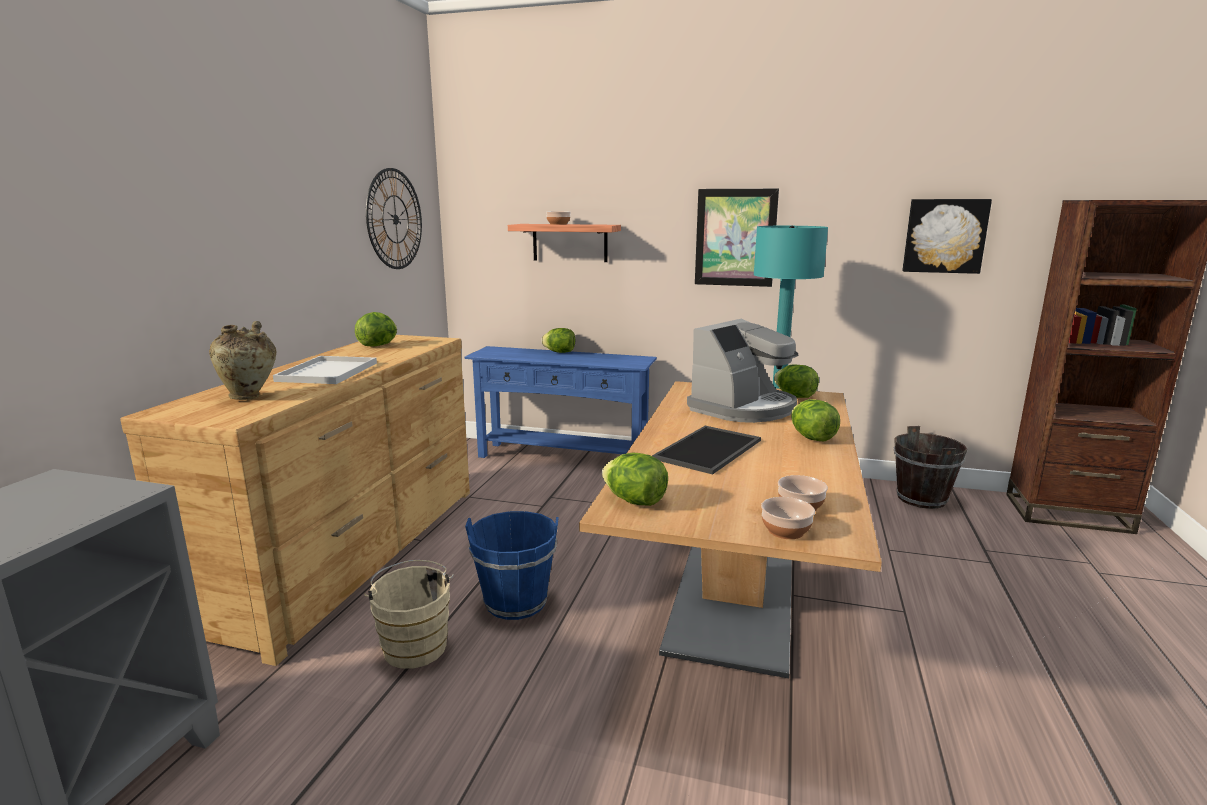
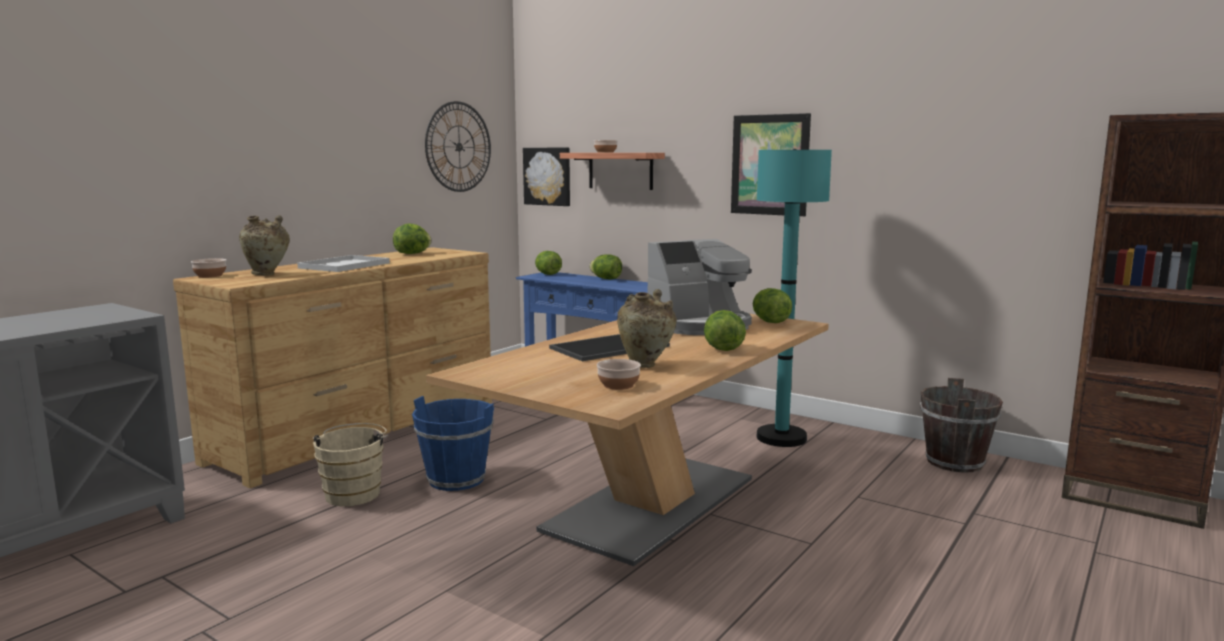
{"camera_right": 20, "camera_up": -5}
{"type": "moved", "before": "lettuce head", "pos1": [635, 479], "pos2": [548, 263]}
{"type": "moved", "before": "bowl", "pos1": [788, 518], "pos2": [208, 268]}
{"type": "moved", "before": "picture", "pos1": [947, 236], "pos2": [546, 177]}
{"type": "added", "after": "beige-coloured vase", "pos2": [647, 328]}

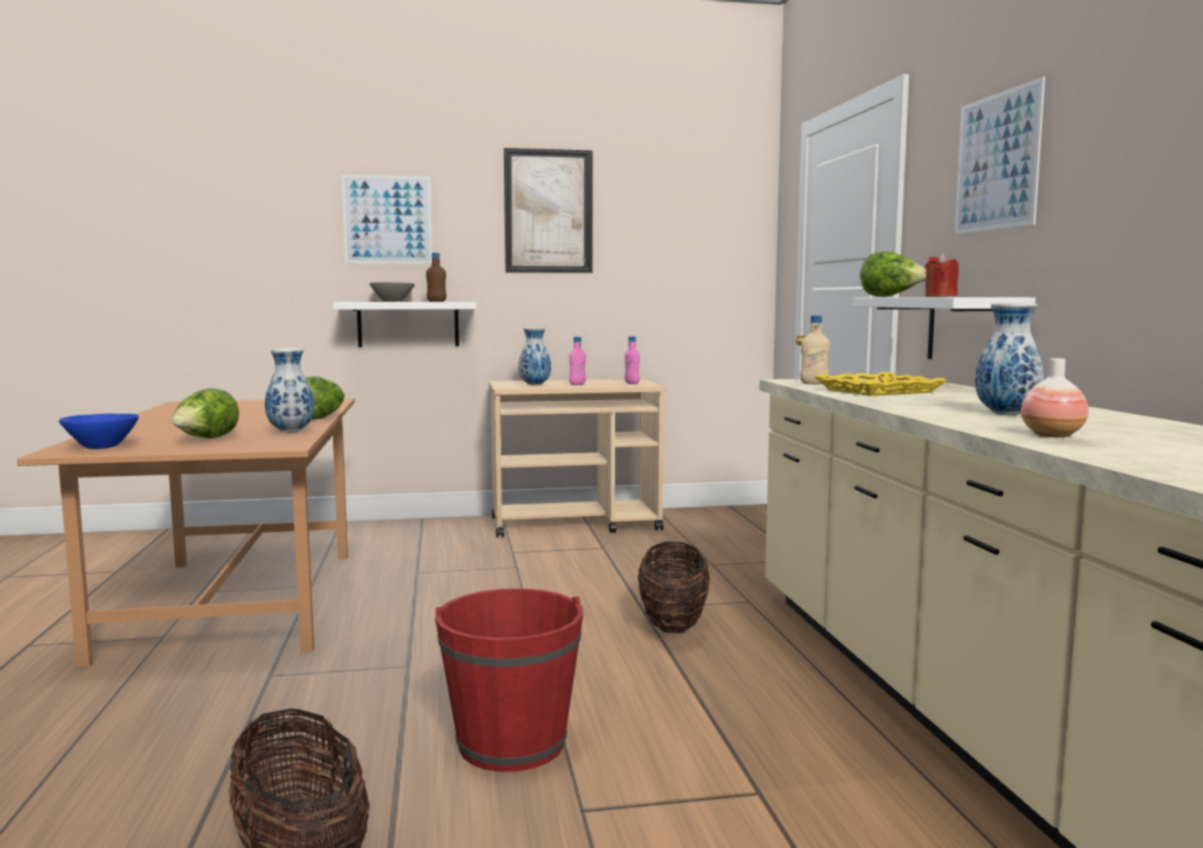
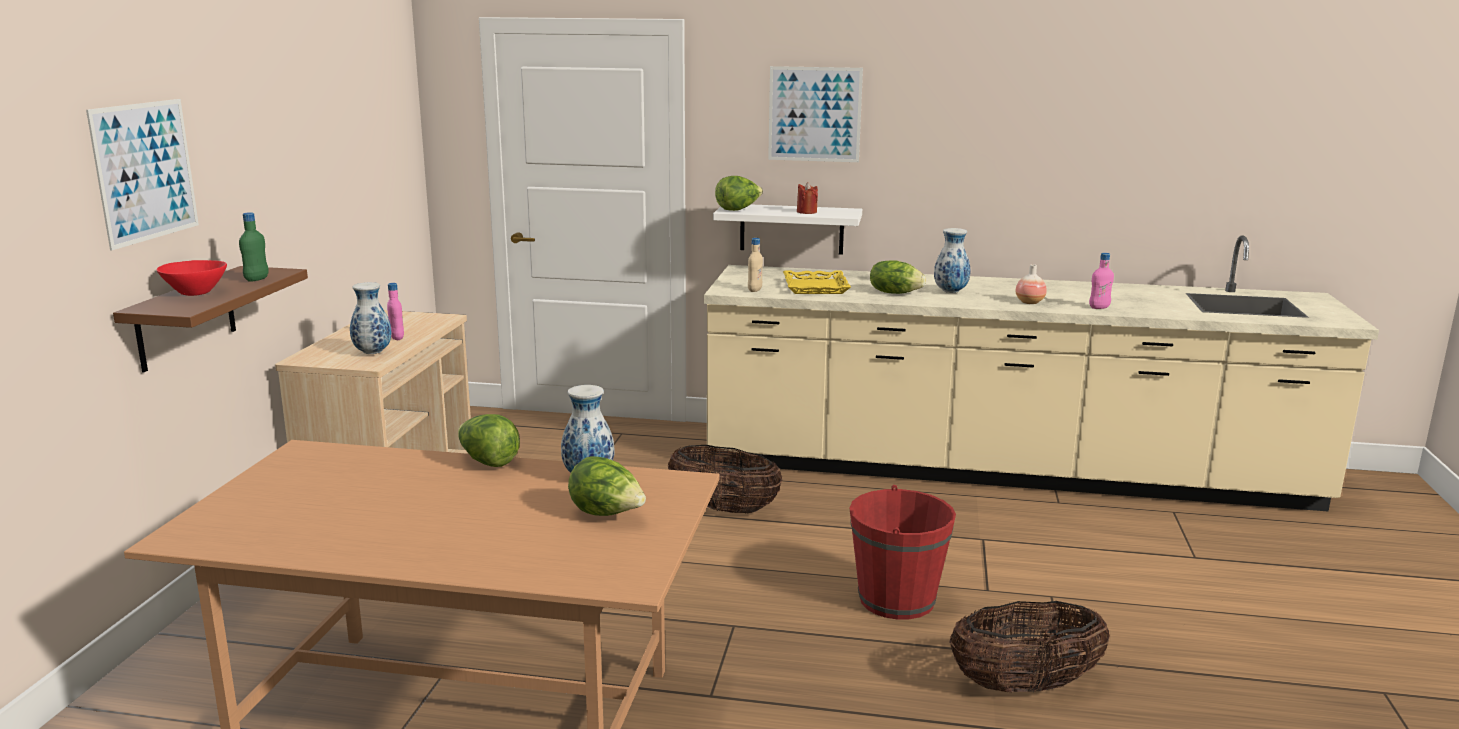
{"camera_right": -70, "camera_up": 10}
{"type": "removed", "before": "blue bowl", "pos1": [99, 431]}
{"type": "recoloured", "before": "whitish bracket shelf", "after": "brownish bracket shelf", "pos1": [405, 324], "pos2": [210, 319]}
{"type": "recoloured", "before": "grey bowl", "after": "reddish bowl", "pos1": [392, 292], "pos2": [192, 278]}
{"type": "recoloured", "before": "brownish drink bottle", "after": "green drink bottle", "pos1": [436, 277], "pos2": [254, 247]}
{"type": "removed", "before": "picture", "pos1": [548, 210]}
{"type": "moved", "before": "pinkish drink bottle", "pos1": [632, 360], "pos2": [1101, 281]}
{"type": "added", "after": "lettuce head", "pos2": [898, 277]}

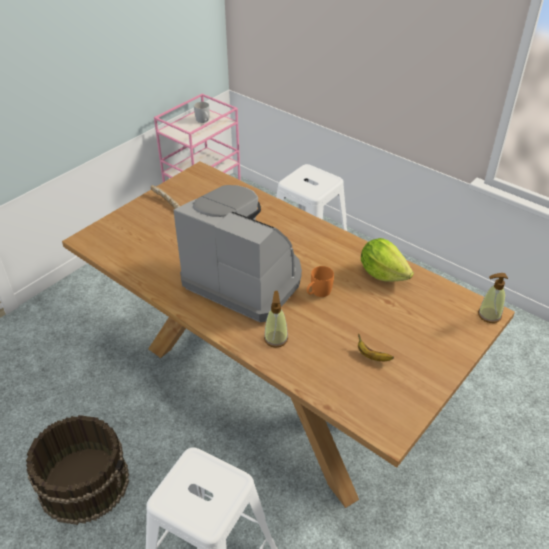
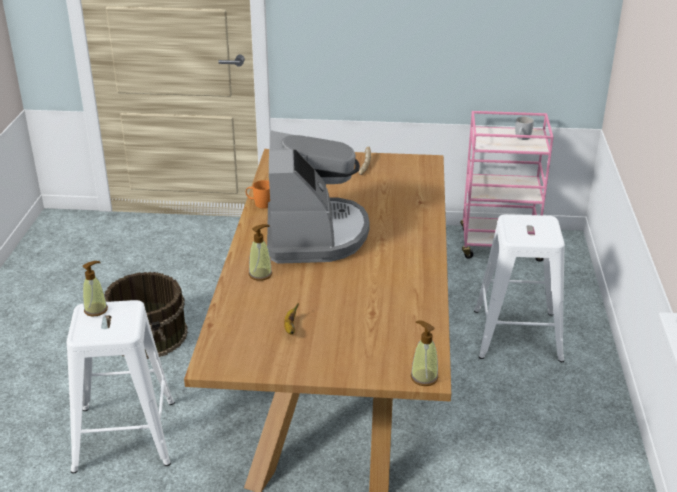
{"camera_right": 55, "camera_up": -10}
{"type": "moved", "before": "orangey coffee mug", "pos1": [320, 281], "pos2": [258, 194]}
{"type": "removed", "before": "lettuce head", "pos1": [387, 260]}
{"type": "added", "after": "soap bottle", "pos2": [95, 289]}

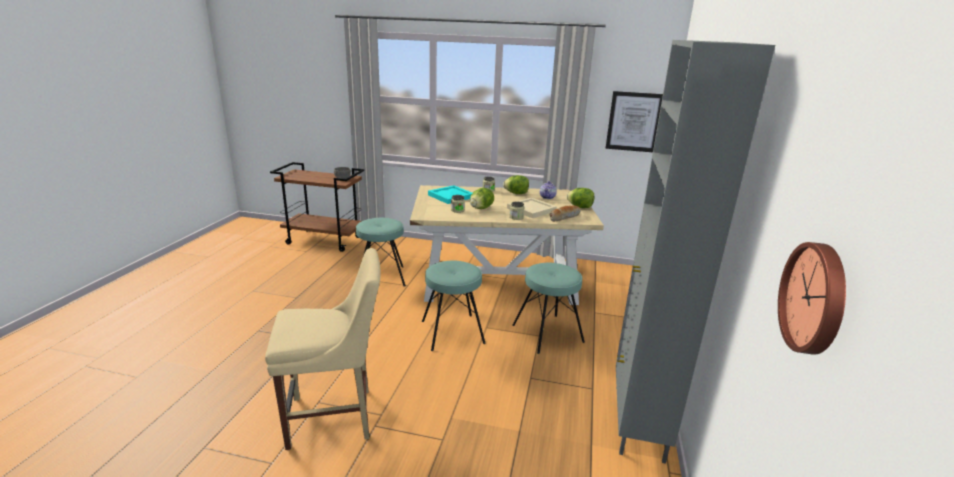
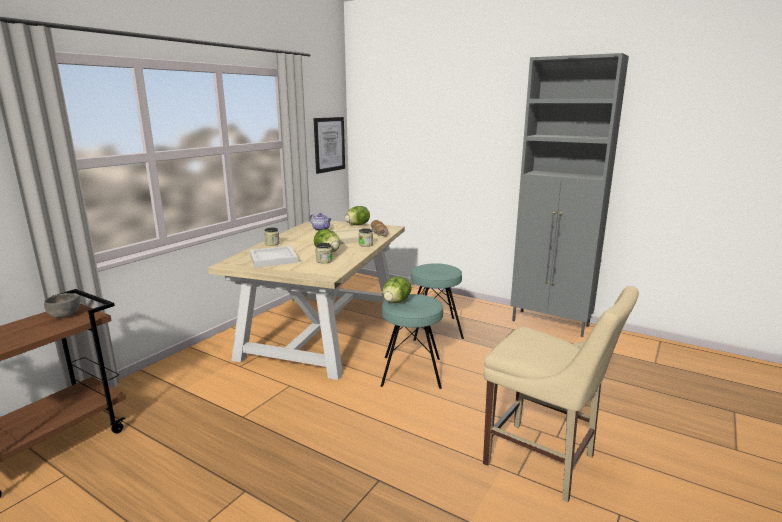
{"camera_right": -70, "camera_up": -5}
{"type": "turned", "before": "beige-coloured plain chair", "pos1": [322, 349], "pos2": [561, 394], "turn": 120}
{"type": "removed", "before": "turquoise stool", "pos1": [381, 252]}
{"type": "recoloured", "before": "turquoise tray", "after": "whitish tray", "pos1": [450, 194], "pos2": [274, 256]}
{"type": "moved", "before": "lettuce head", "pos1": [516, 184], "pos2": [397, 289]}
{"type": "removed", "before": "wall clock", "pos1": [812, 298]}

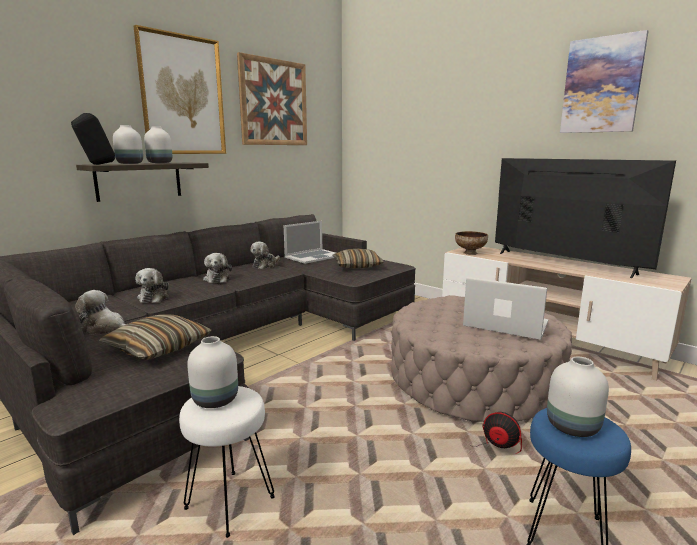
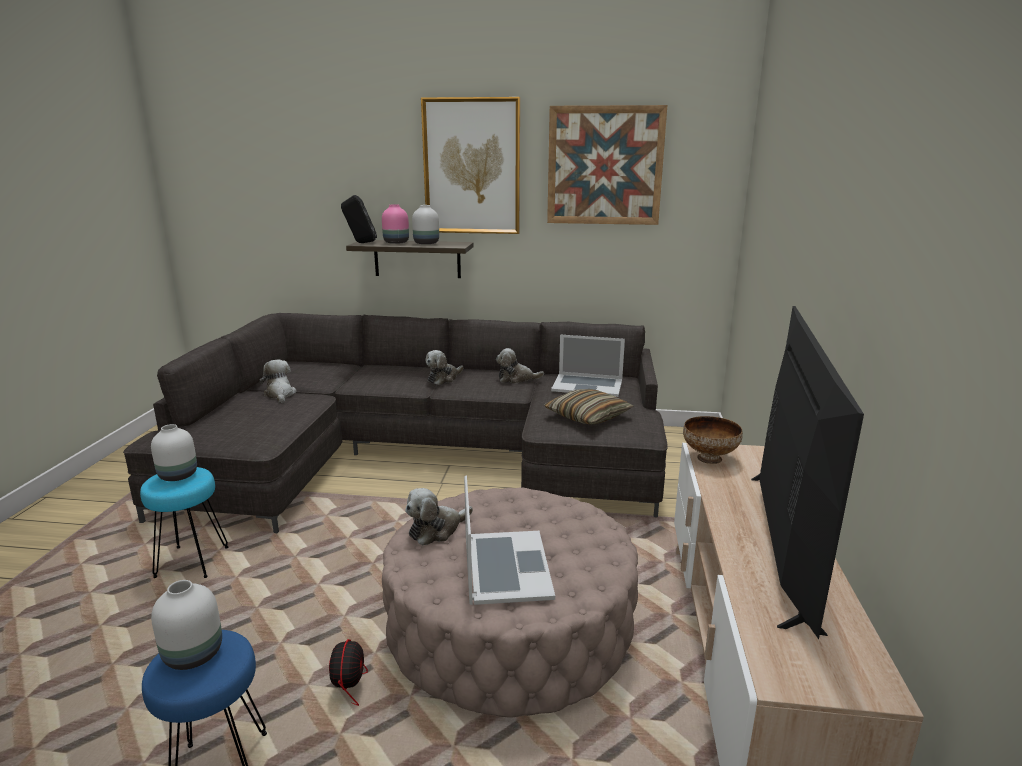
{"camera_right": 55, "camera_up": 5}
{"type": "removed", "before": "pillow", "pos1": [155, 337]}
{"type": "recoloured", "before": "whitish vase", "after": "pinkish vase", "pos1": [128, 144], "pos2": [395, 224]}
{"type": "moved", "before": "plush toy", "pos1": [152, 285], "pos2": [439, 517]}
{"type": "recoloured", "before": "whitish stool", "after": "turquoise stool", "pos1": [227, 462], "pos2": [184, 522]}
{"type": "removed", "before": "picture", "pos1": [604, 81]}

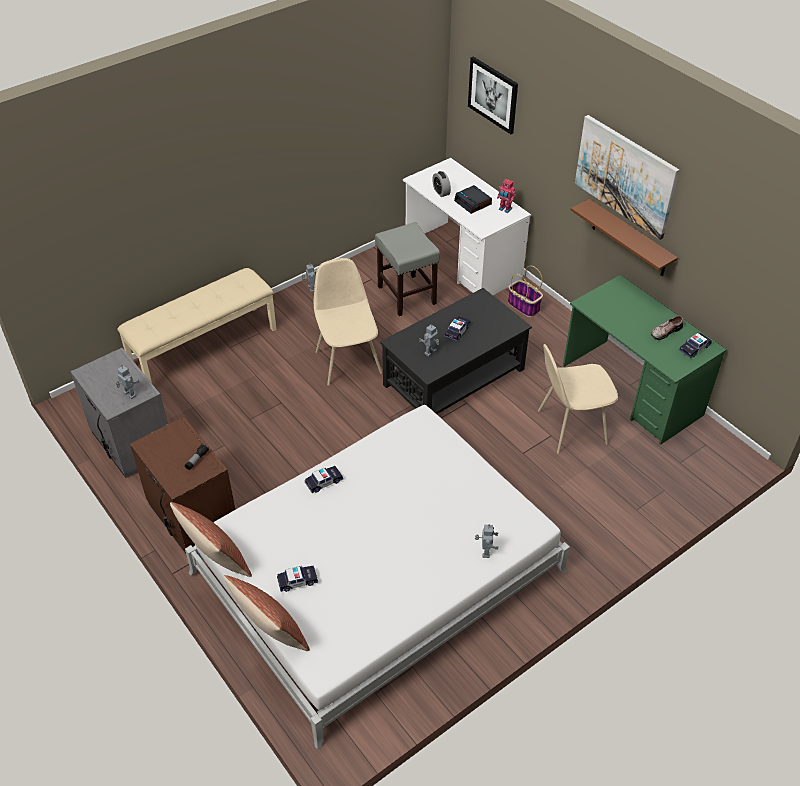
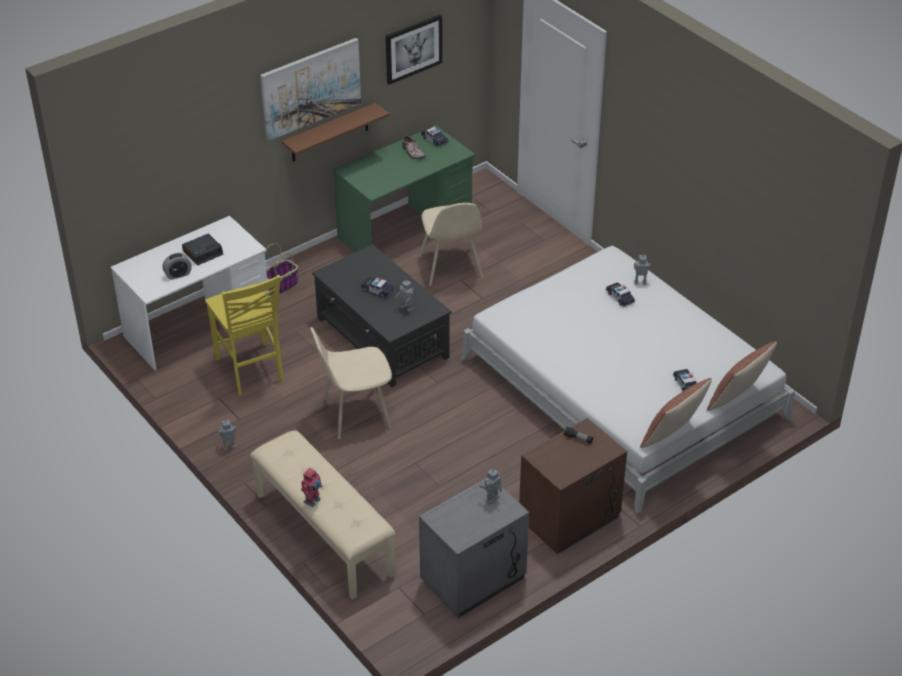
{"camera_right": -90, "camera_up": -5}
{"type": "moved", "before": "miniature car", "pos1": [324, 479], "pos2": [620, 294]}
{"type": "replaced", "before": "grey stool", "after": "yellow plain chair", "pos1": [407, 269], "pos2": [244, 335]}
{"type": "moved", "before": "picture", "pos1": [493, 95], "pos2": [414, 50]}
{"type": "moved", "before": "model robot", "pos1": [506, 196], "pos2": [312, 487]}

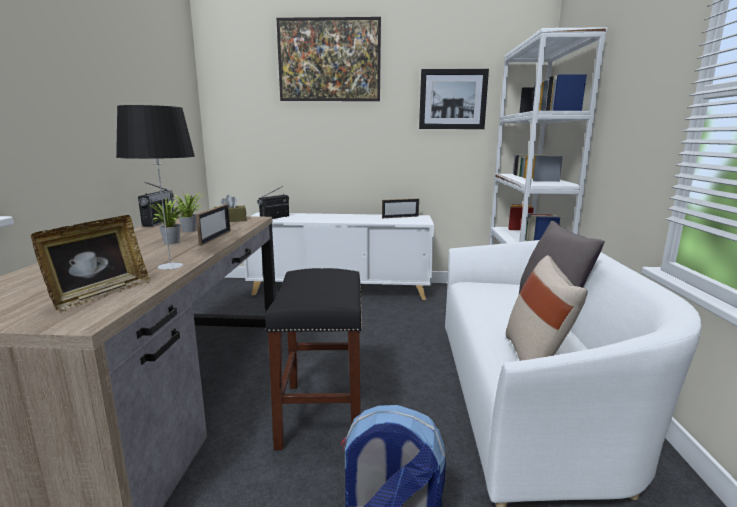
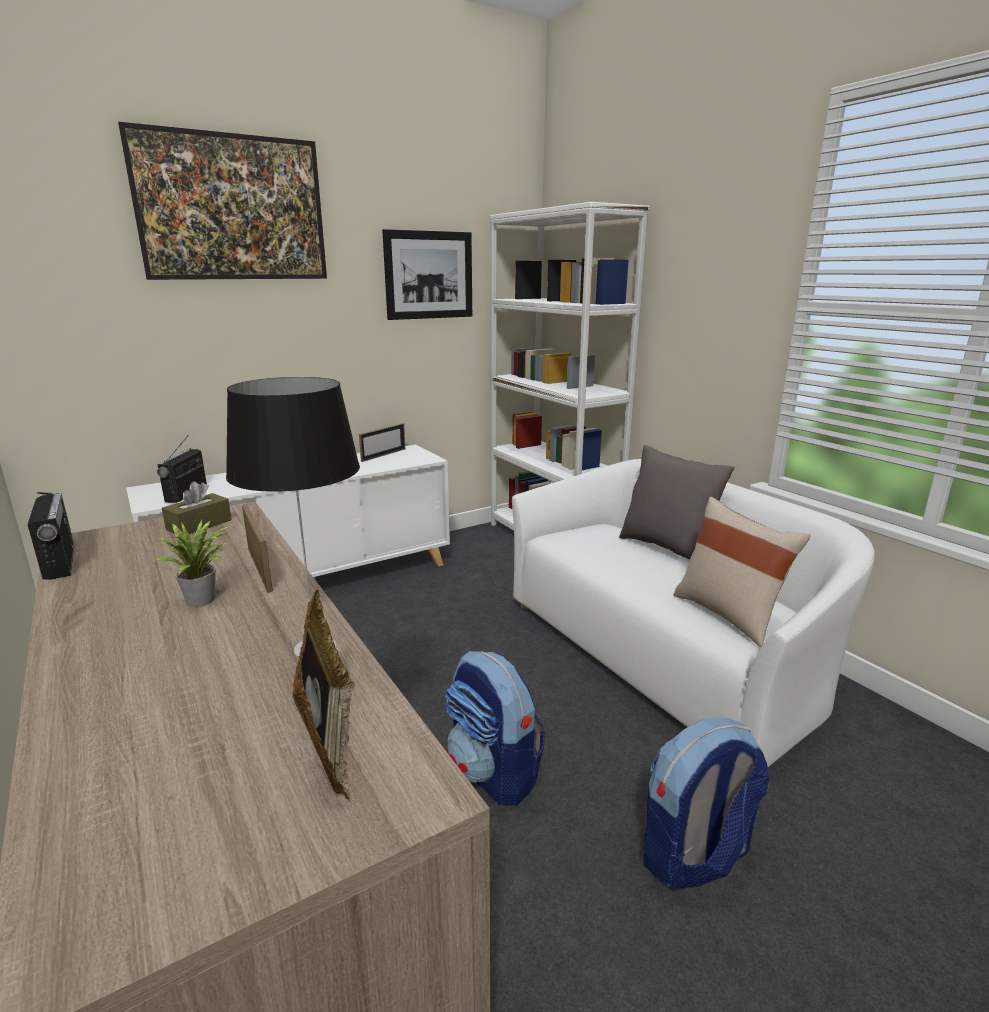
{"camera_right": -35, "camera_up": 5}
{"type": "removed", "before": "houseplant", "pos1": [187, 212]}
{"type": "replaced", "before": "black stool", "after": "knapsack", "pos1": [313, 359], "pos2": [495, 728]}

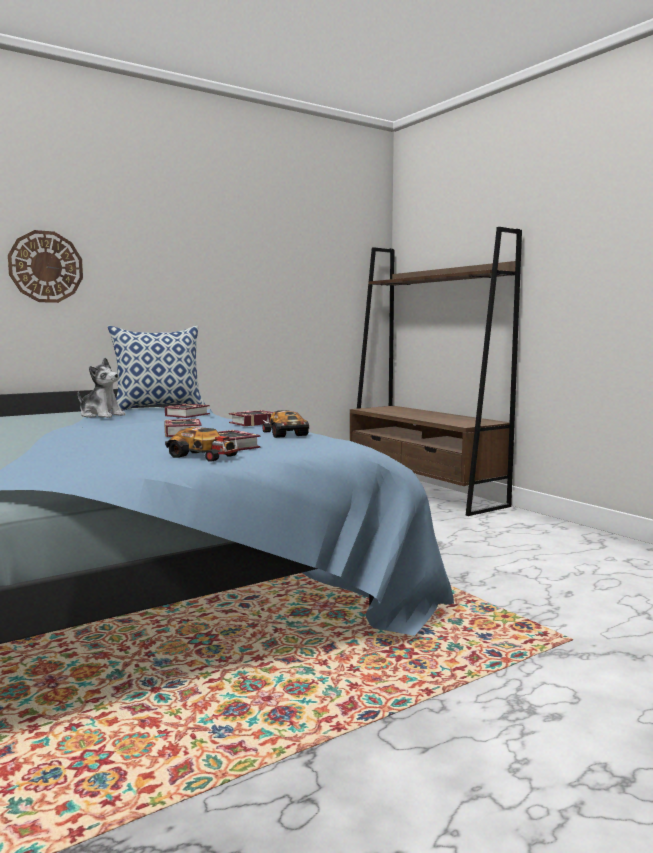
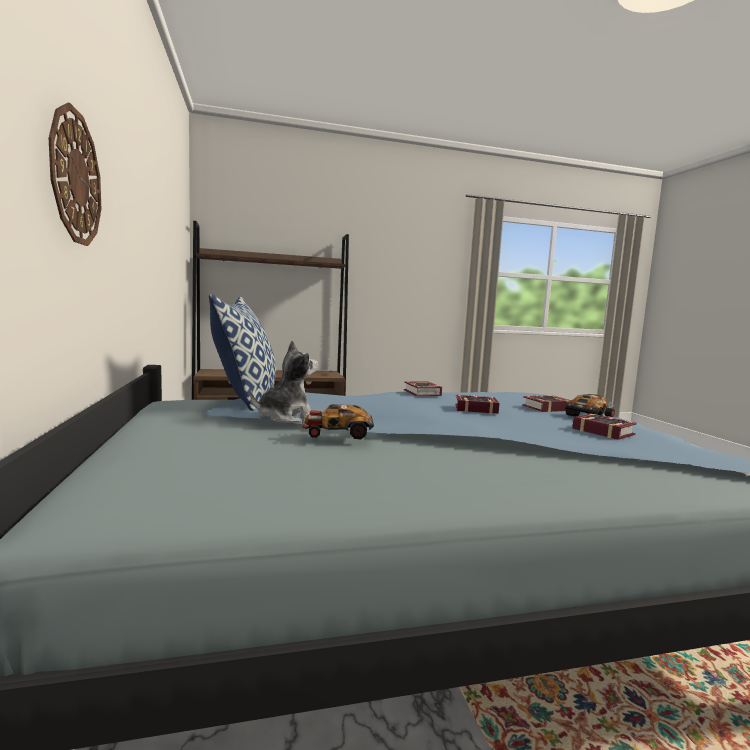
{"camera_right": -70, "camera_up": 0}
{"type": "moved", "before": "volume", "pos1": [187, 411], "pos2": [604, 426]}
{"type": "moved", "before": "miniature car", "pos1": [285, 424], "pos2": [338, 421]}

